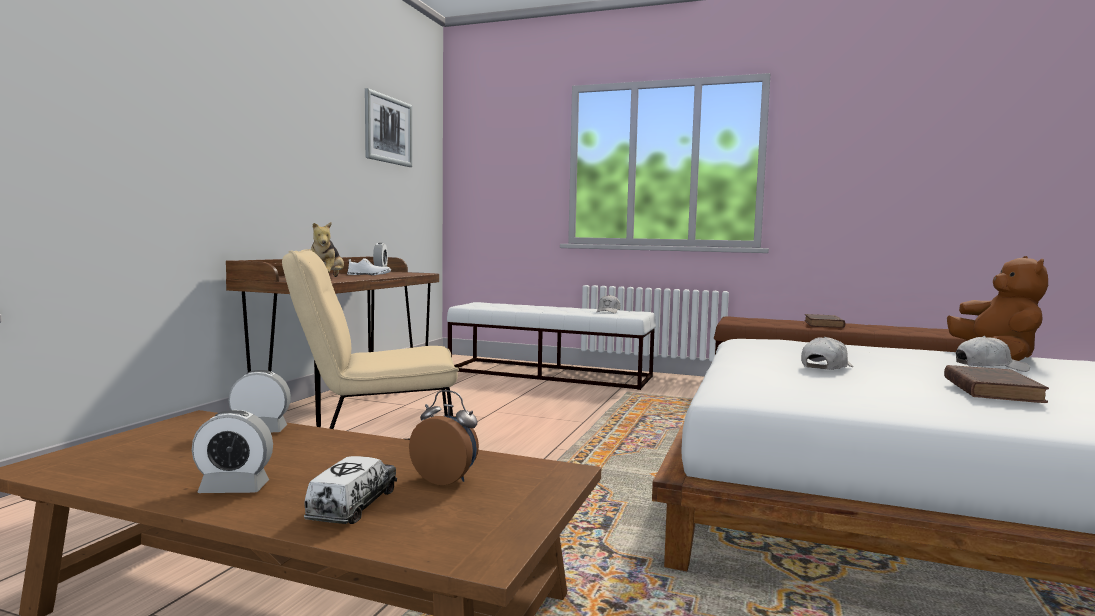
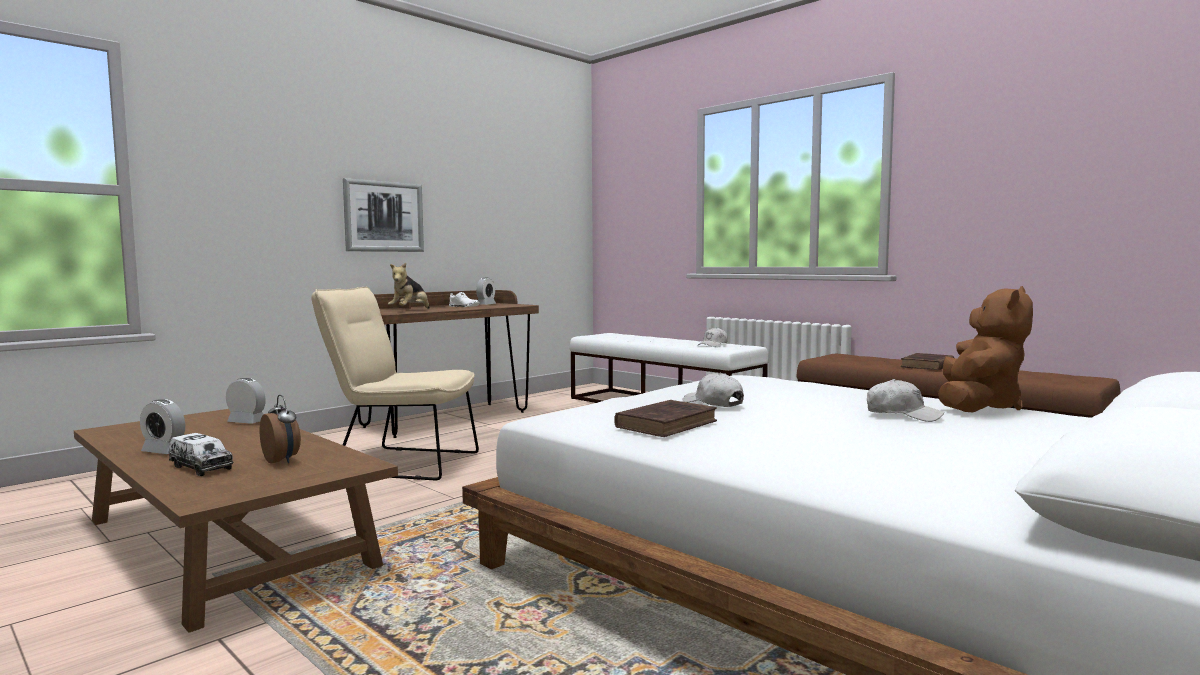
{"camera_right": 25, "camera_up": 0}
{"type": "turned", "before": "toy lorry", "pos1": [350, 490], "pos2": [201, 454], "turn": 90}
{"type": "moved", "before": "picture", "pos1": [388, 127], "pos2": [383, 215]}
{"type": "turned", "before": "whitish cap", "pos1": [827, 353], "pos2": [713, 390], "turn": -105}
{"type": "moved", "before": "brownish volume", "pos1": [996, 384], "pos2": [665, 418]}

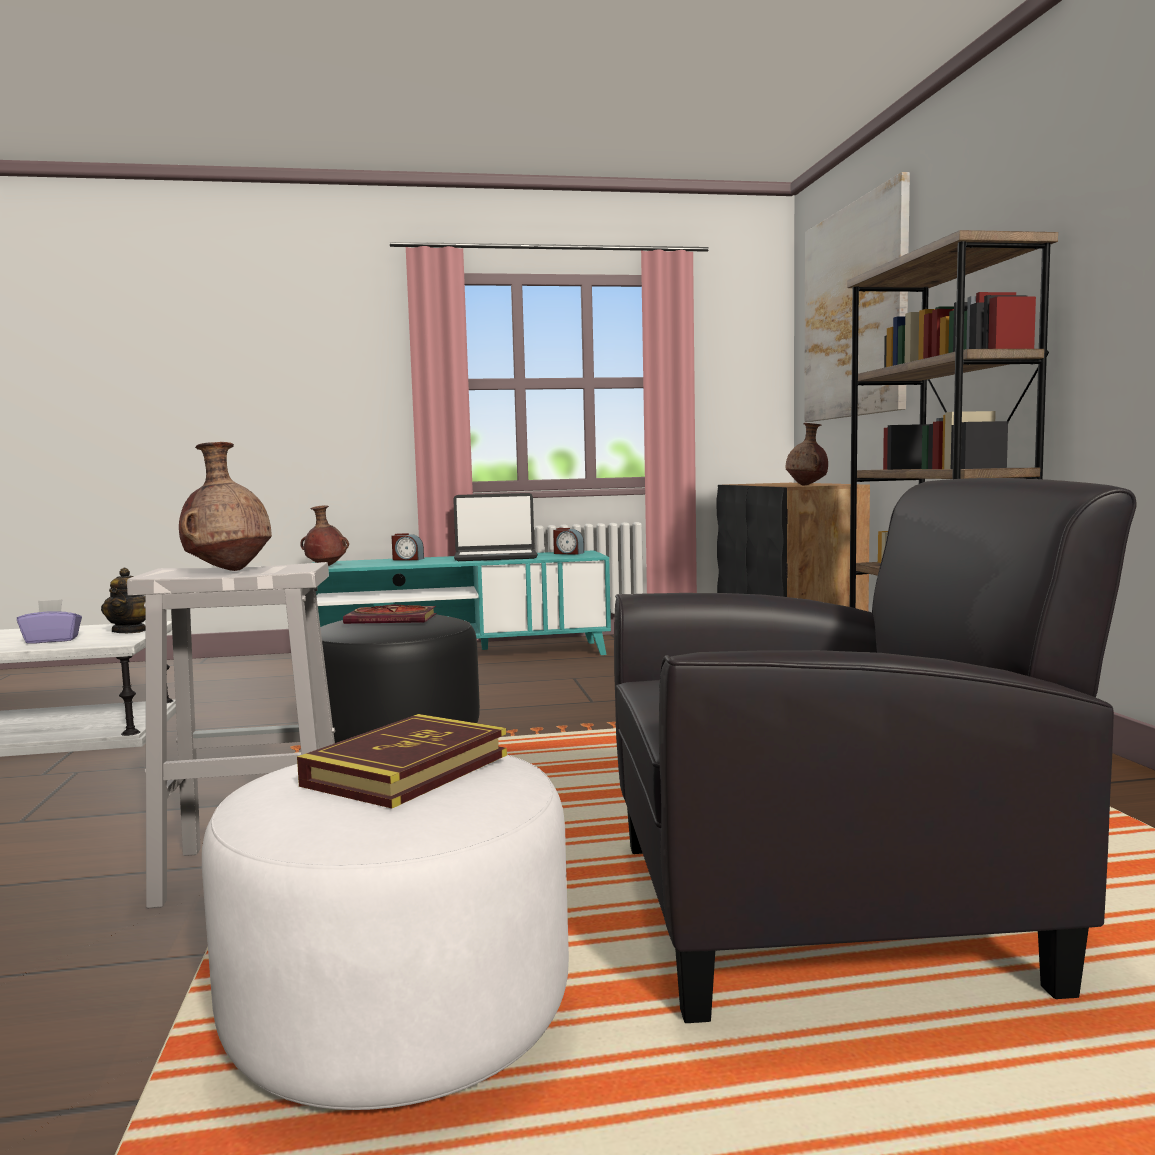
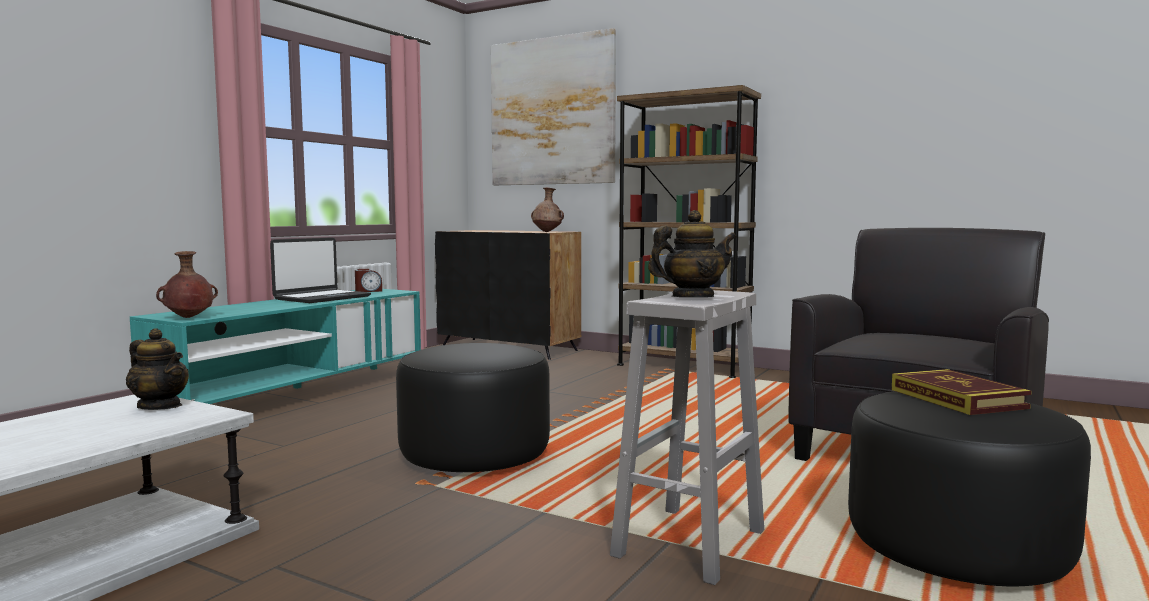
{"camera_right": -50, "camera_up": 0}
{"type": "removed", "before": "purple-coloured tissue holder", "pos1": [49, 621]}
{"type": "replaced", "before": "brownish vase", "after": "teapot", "pos1": [225, 506], "pos2": [692, 253]}
{"type": "recoloured", "before": "whitish footrest", "after": "black footrest", "pos1": [385, 932], "pos2": [969, 488]}
{"type": "removed", "before": "volume", "pos1": [389, 614]}
{"type": "removed", "before": "alarm clock", "pos1": [407, 546]}

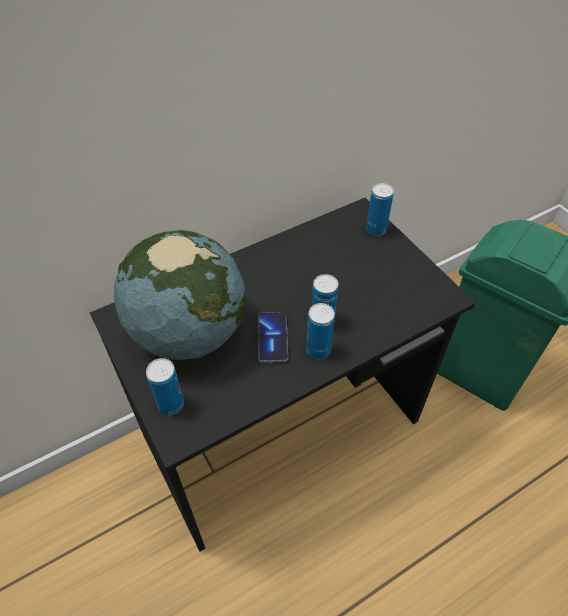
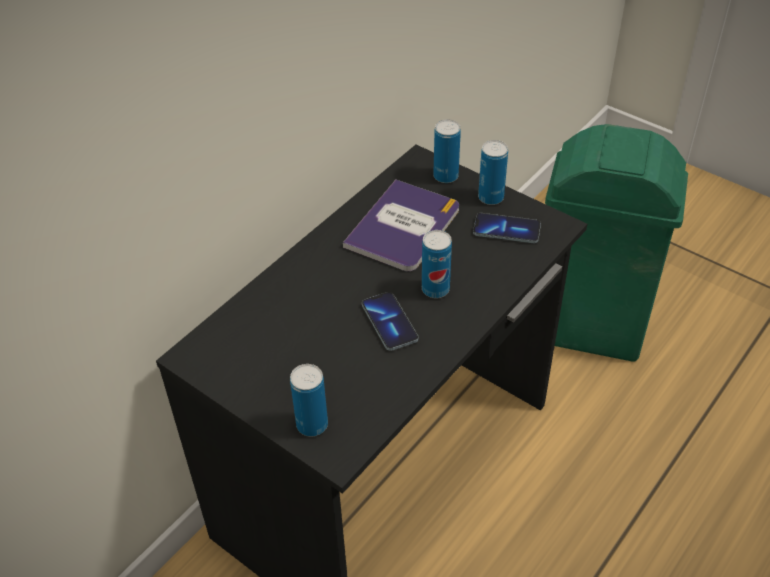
{"camera_right": -20, "camera_up": -5}
{"type": "removed", "before": "desk globe", "pos1": [179, 295]}
{"type": "moved", "before": "can", "pos1": [320, 331], "pos2": [493, 172]}
{"type": "added", "after": "volume", "pos2": [401, 225]}
{"type": "added", "after": "phone", "pos2": [507, 228]}

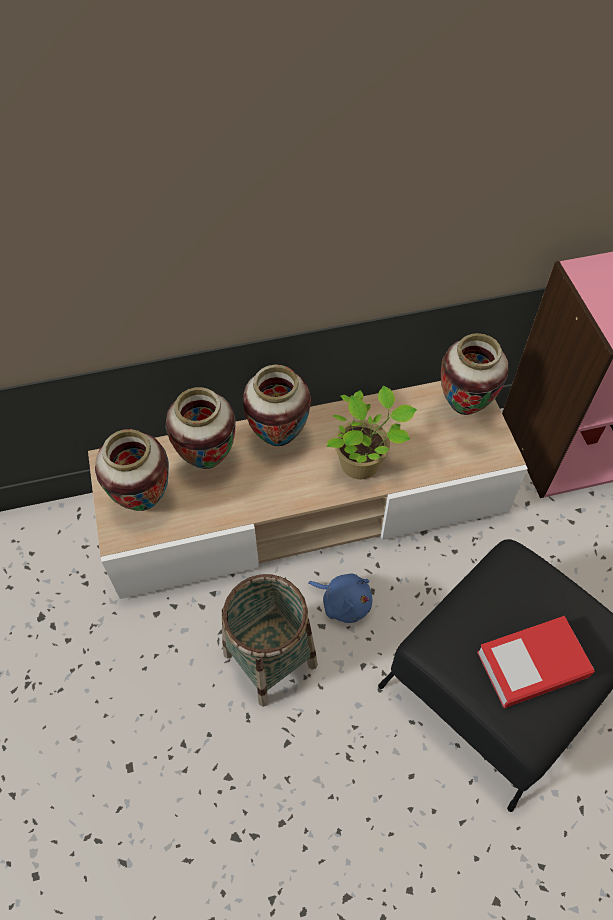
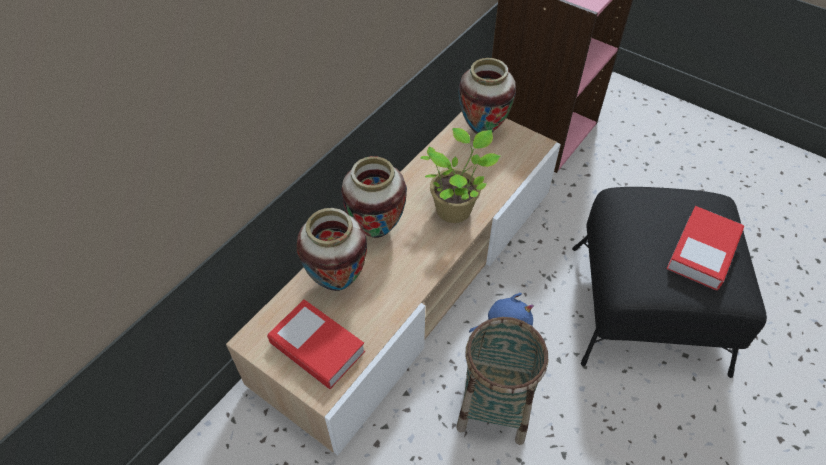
{"camera_right": -40, "camera_up": -5}
{"type": "replaced", "before": "vase", "after": "volume", "pos1": [132, 470], "pos2": [316, 344]}

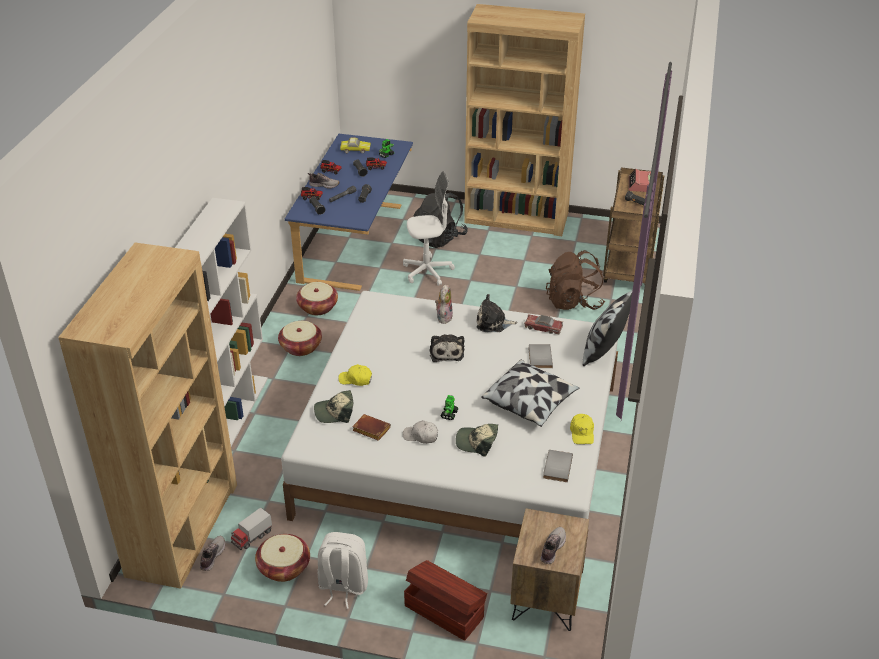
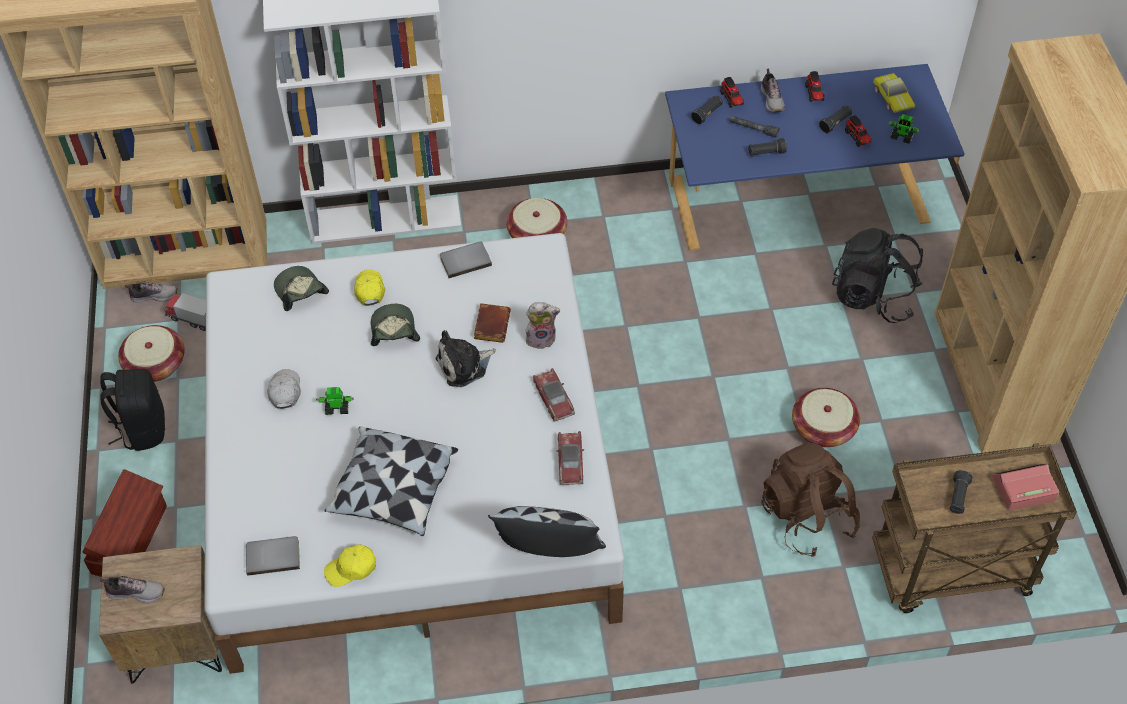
{"camera_right": 70, "camera_up": 15}
{"type": "moved", "before": "basket", "pos1": [317, 298], "pos2": [826, 417]}
{"type": "recoloured", "before": "whitish knapsack", "after": "black knapsack", "pos1": [343, 570], "pos2": [132, 410]}
{"type": "moved", "before": "brownish volume", "pos1": [371, 427], "pos2": [492, 323]}
{"type": "removed", "before": "whitish desk chair", "pos1": [429, 228]}
{"type": "moved", "before": "cap", "pos1": [477, 440], "pos2": [395, 325]}
{"type": "replaced", "before": "plush toy", "after": "miniature car", "pos1": [497, 313], "pos2": [554, 395]}
{"type": "moved", "before": "grey volume", "pos1": [540, 356], "pos2": [466, 260]}

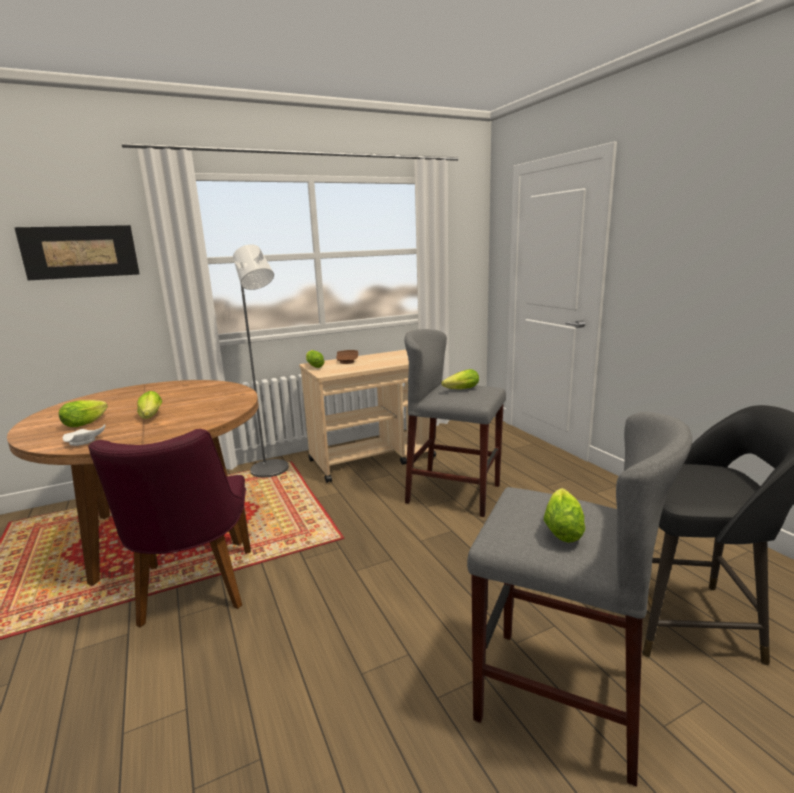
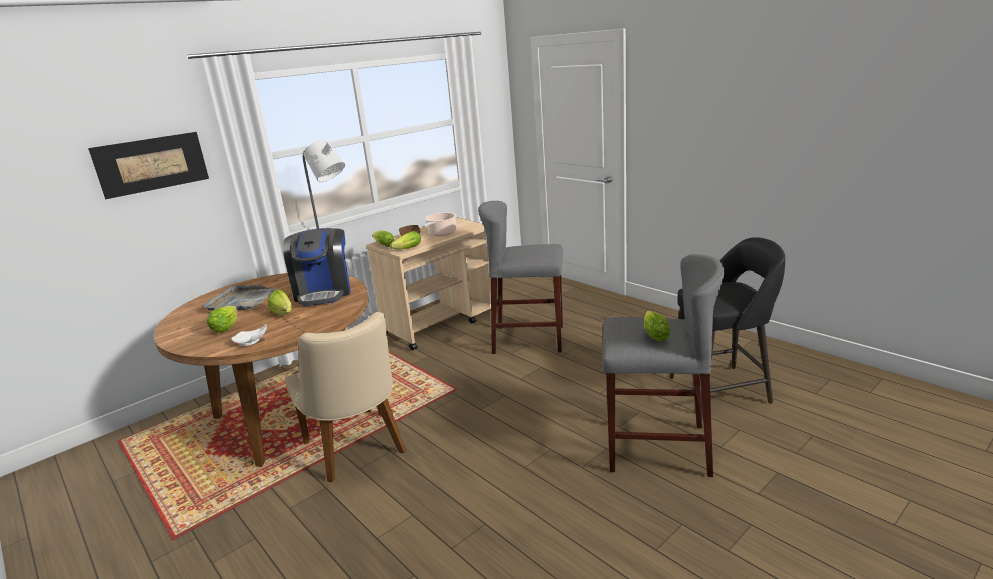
{"camera_right": -15, "camera_up": 5}
{"type": "recoloured", "before": "purple-coloured plain chair", "after": "beige-coloured plain chair", "pos1": [169, 528], "pos2": [345, 397]}
{"type": "moved", "before": "lettuce head", "pos1": [460, 379], "pos2": [405, 240]}
{"type": "added", "after": "grey tray", "pos2": [239, 298]}
{"type": "added", "after": "coffee machine", "pos2": [317, 267]}
{"type": "added", "after": "stockpot", "pos2": [439, 224]}

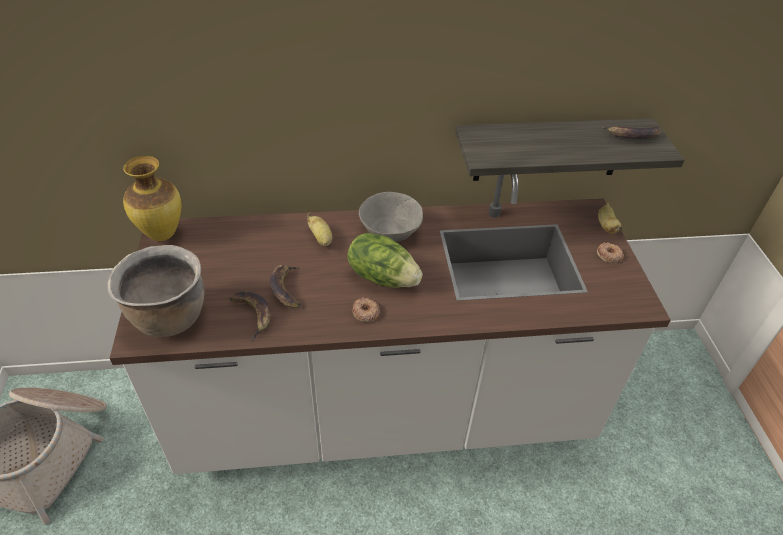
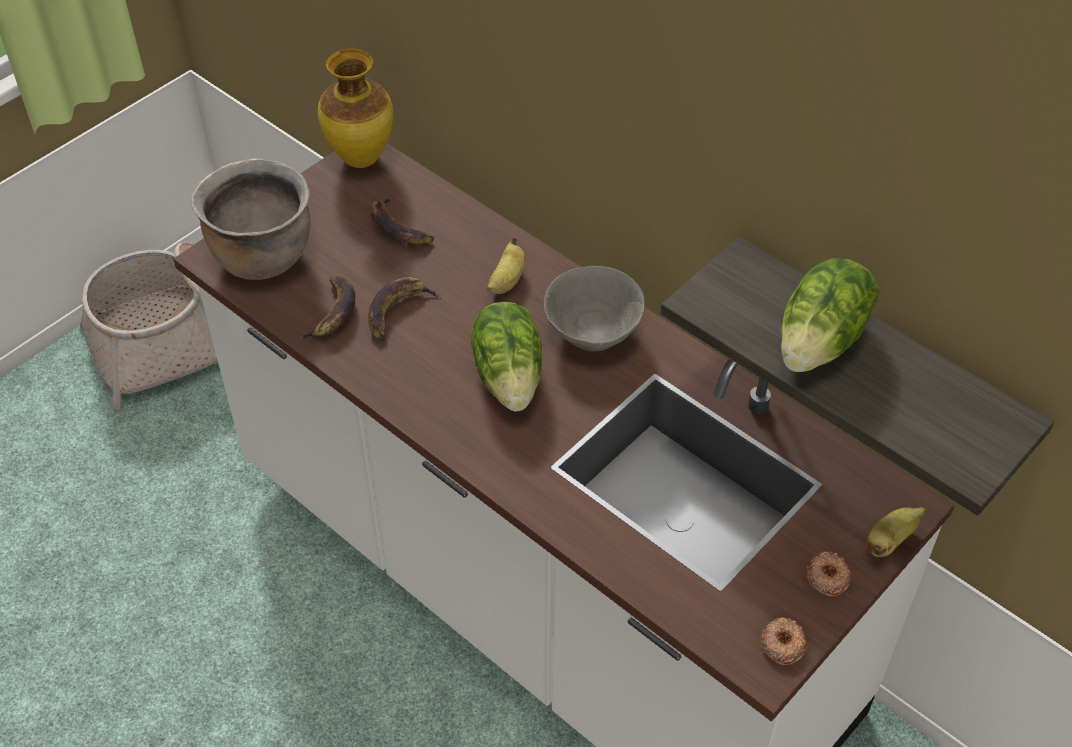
{"camera_right": 50, "camera_up": 5}
{"type": "moved", "before": "ring doughnut", "pos1": [366, 309], "pos2": [783, 641]}
{"type": "moved", "before": "banana", "pos1": [631, 132], "pos2": [402, 221]}
{"type": "added", "after": "lettuce head", "pos2": [830, 315]}

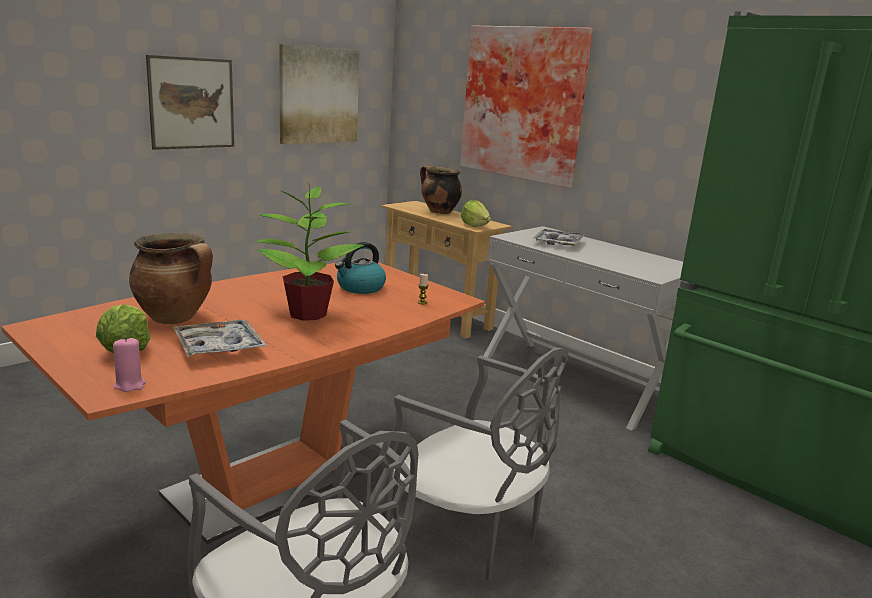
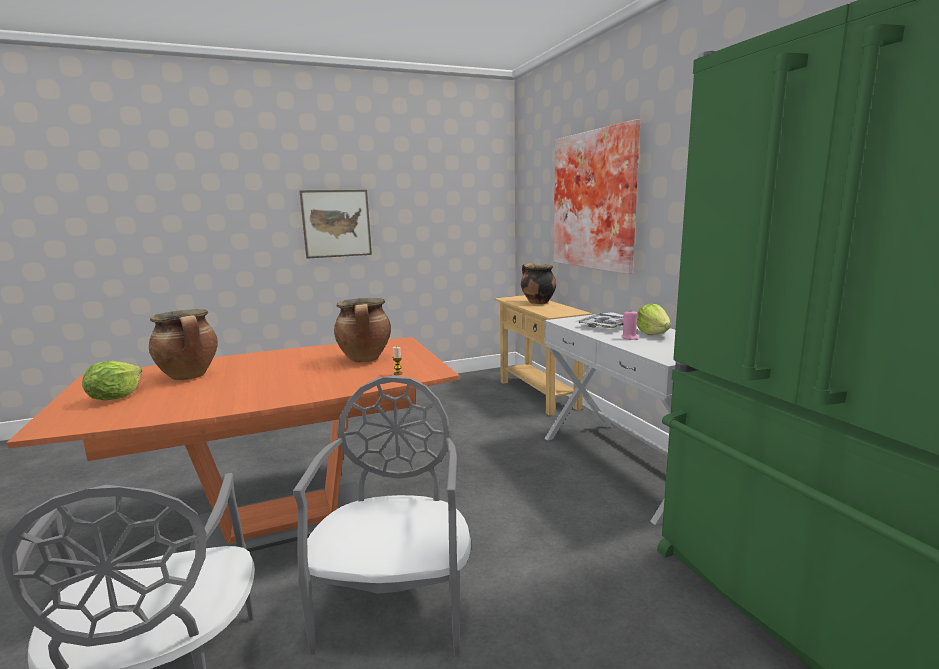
{"camera_right": 25, "camera_up": -5}
{"type": "moved", "before": "pinkish wax candle", "pos1": [129, 364], "pos2": [629, 326]}
{"type": "removed", "before": "tray", "pos1": [220, 338]}
{"type": "removed", "before": "houseplant", "pos1": [310, 252]}
{"type": "removed", "before": "picture", "pos1": [319, 94]}
{"type": "replaced", "before": "tea kettle", "after": "stockpot", "pos1": [360, 268], "pos2": [362, 330]}
{"type": "turned", "before": "grey plain chair", "pos1": [475, 464], "pos2": [382, 515], "turn": -150}
{"type": "moved", "before": "lettuce head", "pos1": [476, 213], "pos2": [654, 319]}

